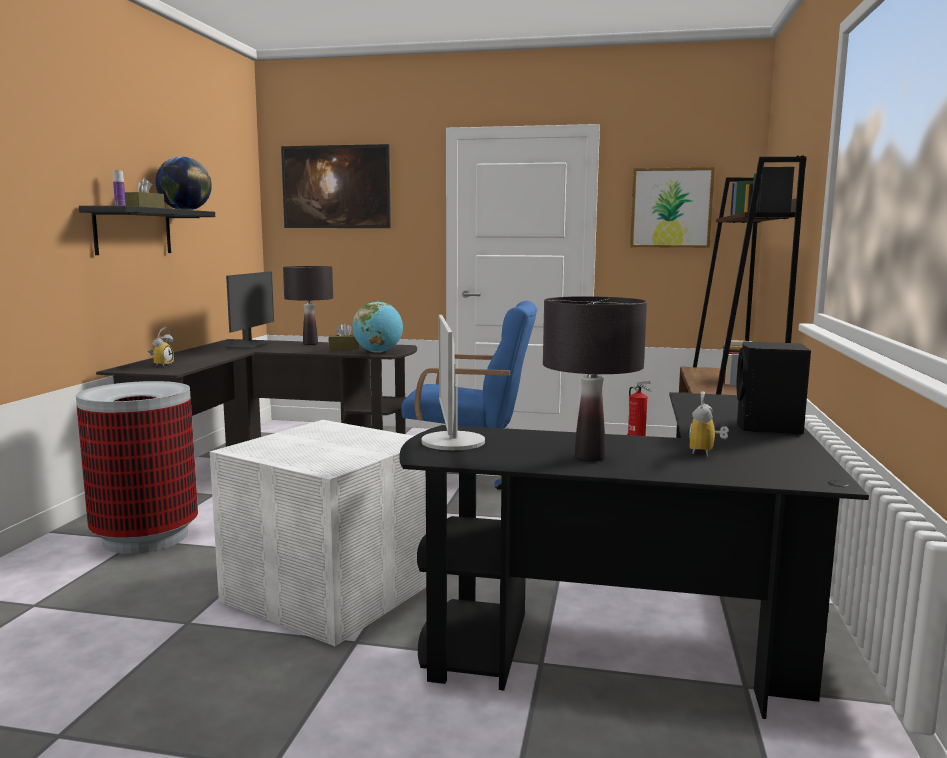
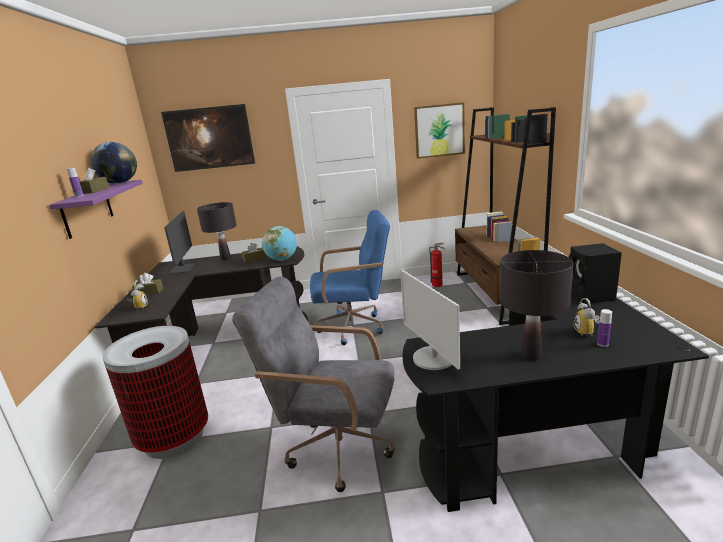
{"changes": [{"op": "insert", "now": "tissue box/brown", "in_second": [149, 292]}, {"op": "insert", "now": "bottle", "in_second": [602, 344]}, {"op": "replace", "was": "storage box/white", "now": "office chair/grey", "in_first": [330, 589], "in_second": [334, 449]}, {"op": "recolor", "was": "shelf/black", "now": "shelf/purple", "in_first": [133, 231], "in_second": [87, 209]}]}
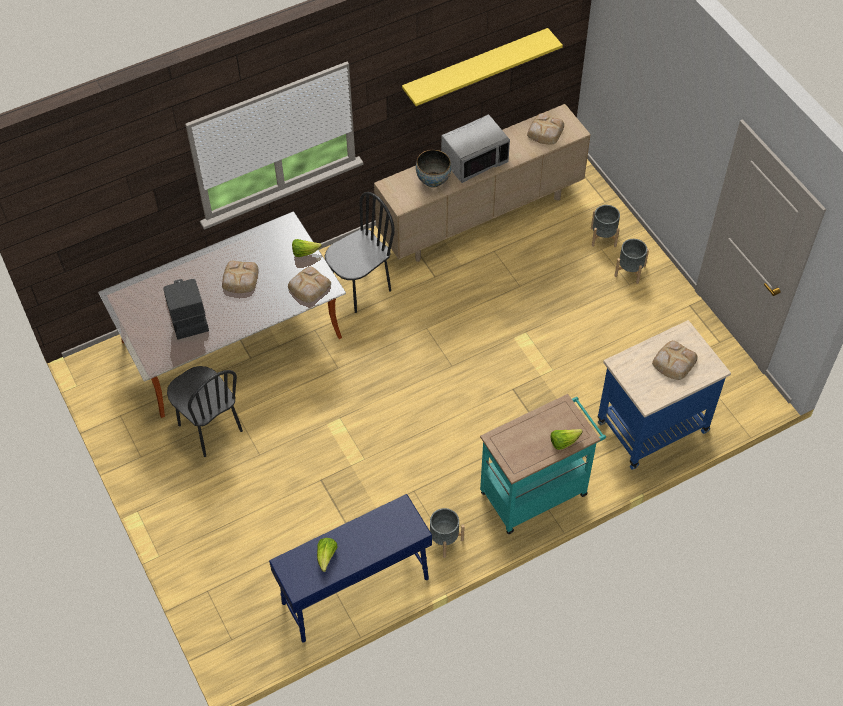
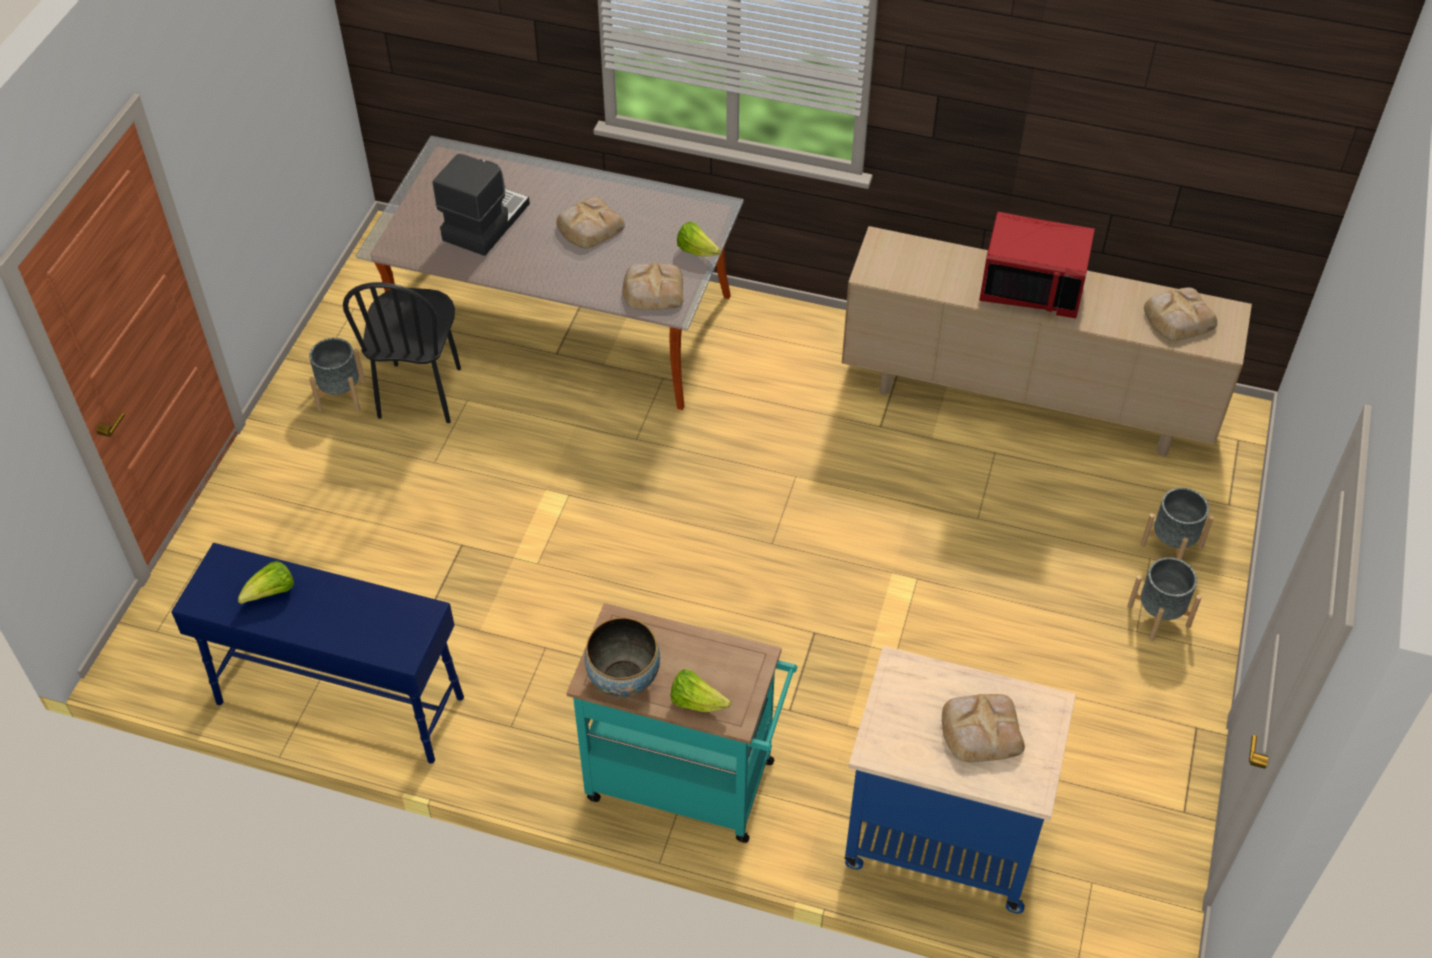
{"changes": [{"op": "delete", "was": "chair/black", "in_first": [360, 288]}, {"op": "delete", "was": "shelf/yellow", "in_first": [475, 66]}, {"op": "move", "was": "bowl", "in_first": [433, 180], "in_second": [623, 679]}, {"op": "move", "was": "planter/grey", "in_first": [444, 540], "in_second": [341, 395]}, {"op": "recolor", "was": "microwave/grey", "now": "microwave/red", "in_first": [474, 160], "in_second": [1032, 286]}]}
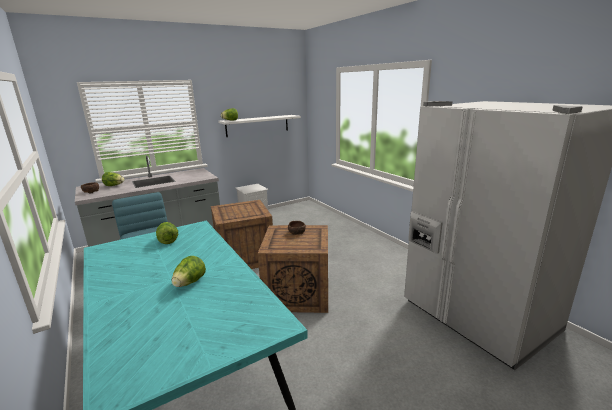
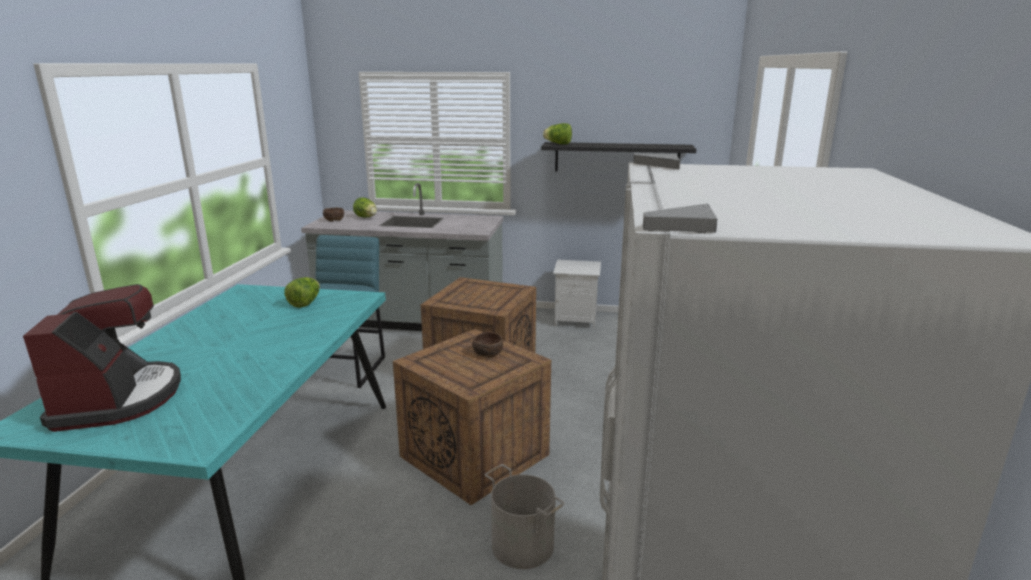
{"changes": [{"op": "delete", "was": "lettuce", "in_first": [189, 283]}, {"op": "insert", "now": "coffee machine", "in_second": [118, 399]}, {"op": "insert", "now": "bucket/grey", "in_second": [522, 546]}, {"op": "recolor", "was": "shelf/white", "now": "shelf/black", "in_first": [257, 125], "in_second": [616, 158]}]}
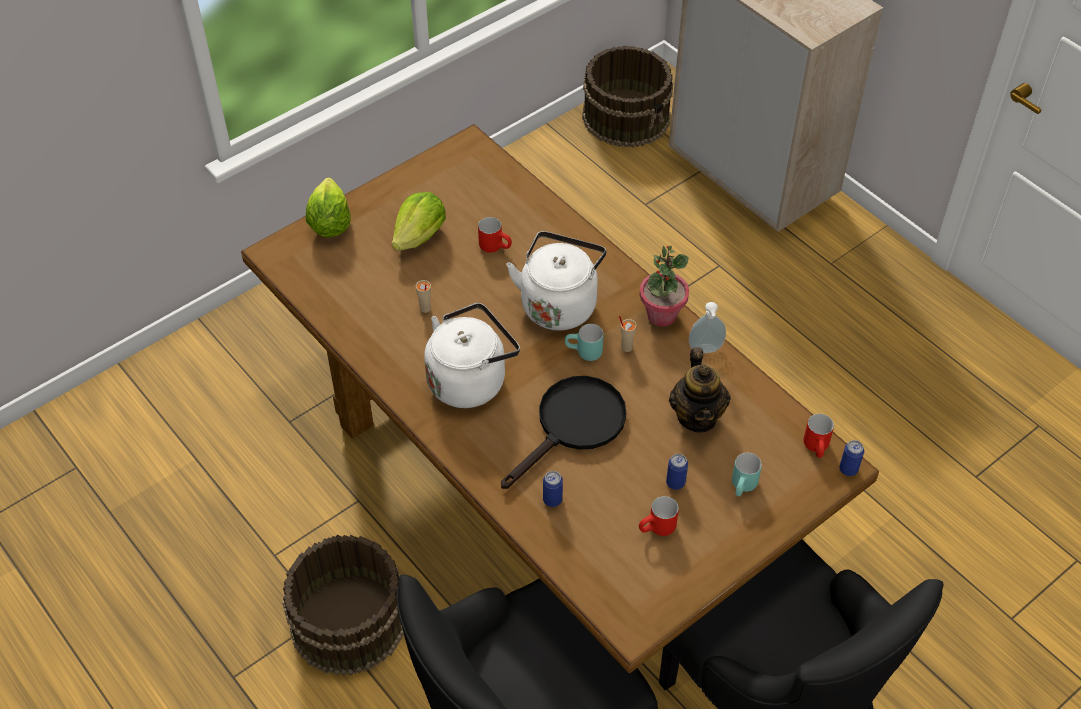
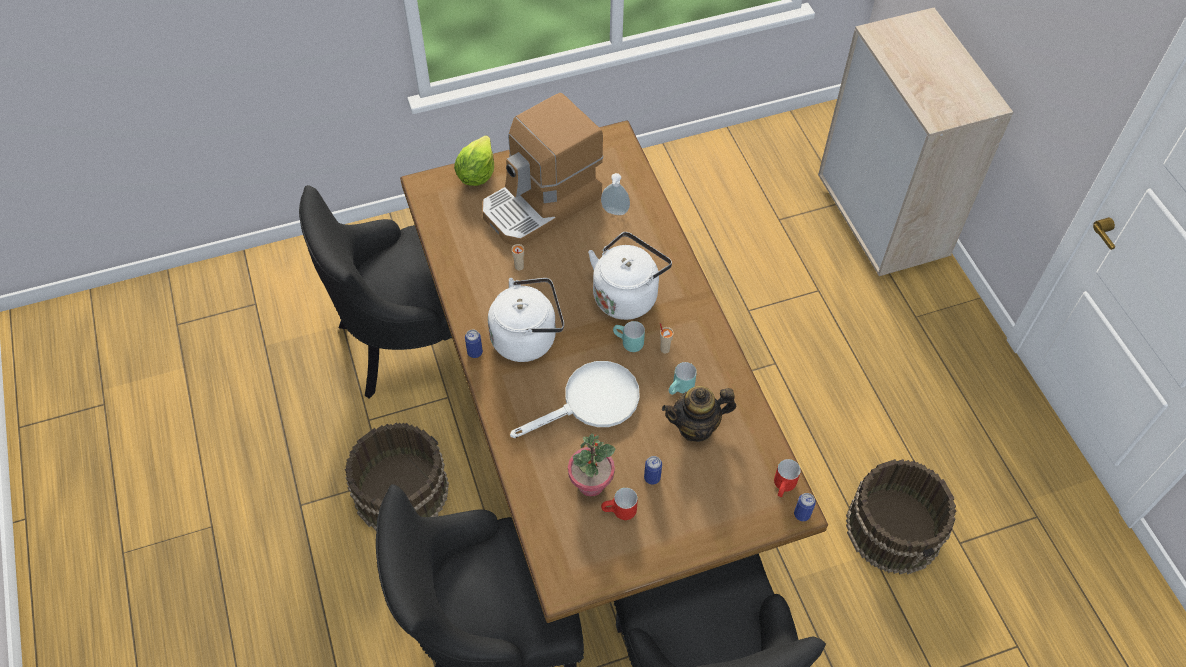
{"changes": [{"op": "delete", "was": "mug/red", "in_first": [496, 246]}, {"op": "insert", "now": "chair/black", "in_second": [414, 339]}, {"op": "move", "was": "can", "in_first": [552, 500], "in_second": [475, 352]}, {"op": "move", "was": "bucket/brown", "in_first": [627, 116], "in_second": [895, 528]}, {"op": "move", "was": "potted plant", "in_first": [661, 315], "in_second": [591, 483]}, {"op": "move", "was": "soap dispenser", "in_first": [705, 350], "in_second": [614, 212]}, {"op": "move", "was": "mug/turquoise", "in_first": [744, 487], "in_second": [681, 389]}, {"op": "replace", "was": "lettuce", "now": "coffee machine", "in_first": [420, 236], "in_second": [542, 204]}, {"op": "recolor", "was": "frying pan/black", "now": "frying pan/white", "in_first": [573, 426], "in_second": [591, 402]}, {"op": "rotate", "was": "teapot", "in_first": [697, 416], "in_second": [696, 427], "clockwise": 60}]}
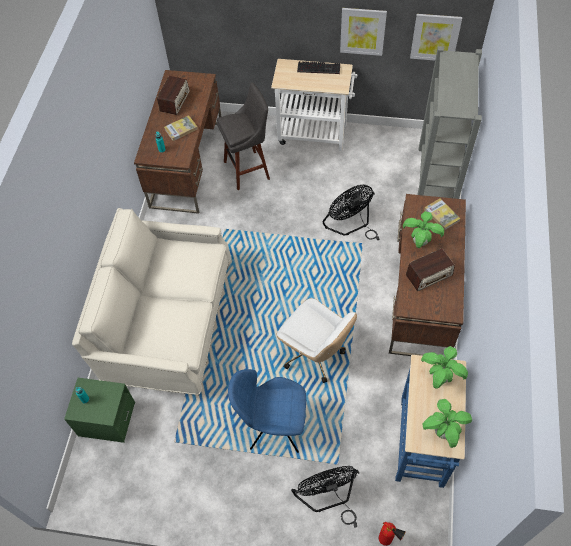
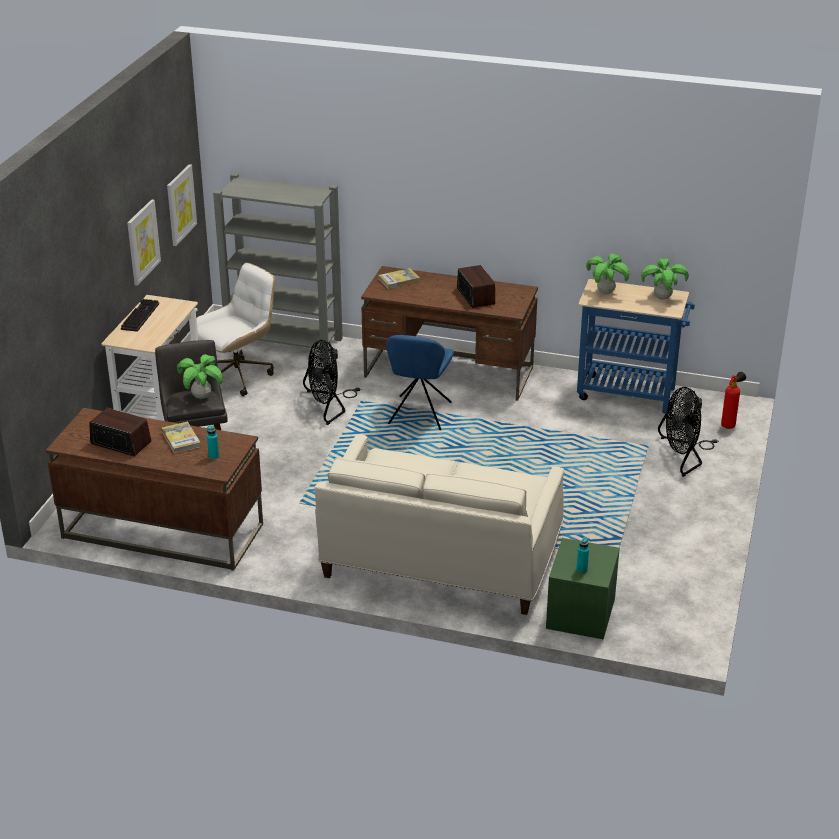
{"changes": [{"op": "move", "was": "chair/blue", "in_first": [273, 427], "in_second": [419, 415]}, {"op": "move", "was": "office chair/white", "in_first": [315, 356], "in_second": [239, 377]}, {"op": "move", "was": "potted plant", "in_first": [420, 242], "in_second": [202, 397]}]}
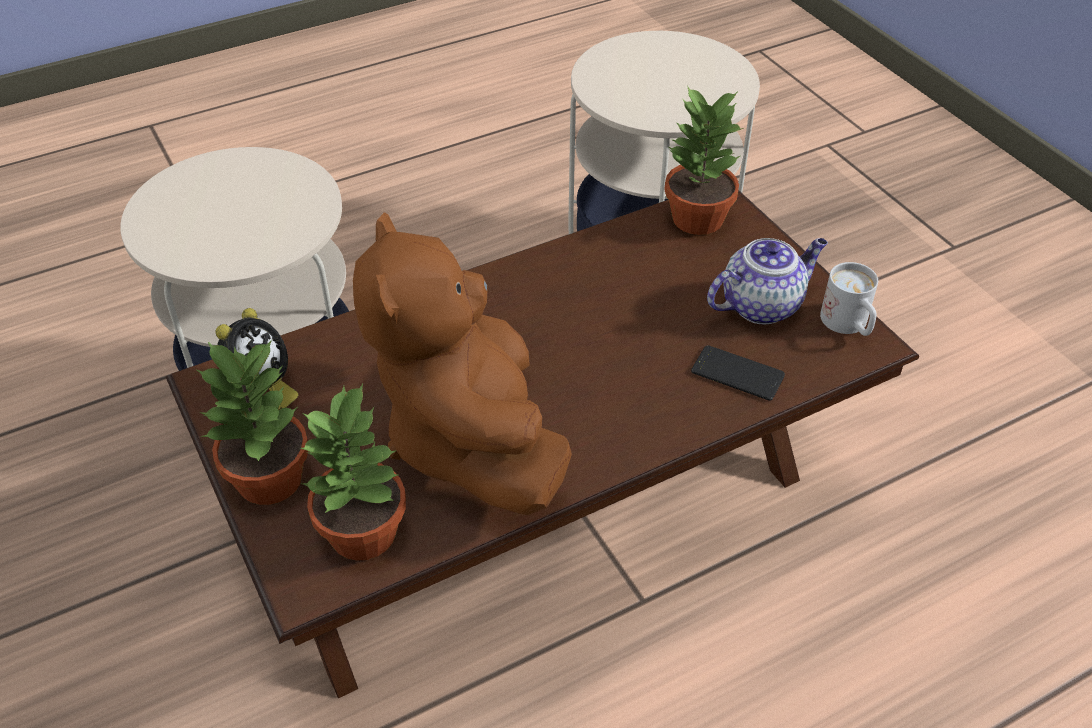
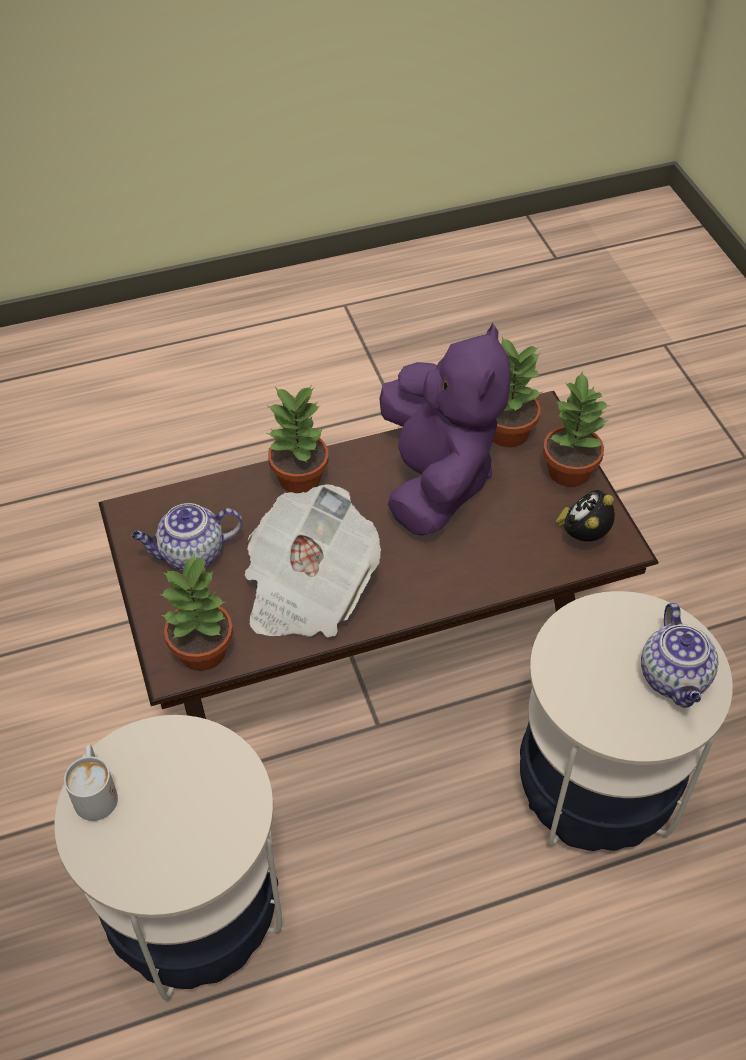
{"changes": [{"op": "delete", "was": "phone", "in_first": [737, 374]}, {"op": "insert", "now": "newspaper", "in_second": [307, 588]}, {"op": "insert", "now": "potted plant", "in_second": [300, 479]}, {"op": "insert", "now": "teapot", "in_second": [675, 678]}, {"op": "move", "was": "mug/white", "in_first": [848, 325], "in_second": [95, 791]}, {"op": "recolor", "was": "plush toy/brown", "now": "plush toy/purple", "in_first": [470, 439], "in_second": [436, 479]}]}
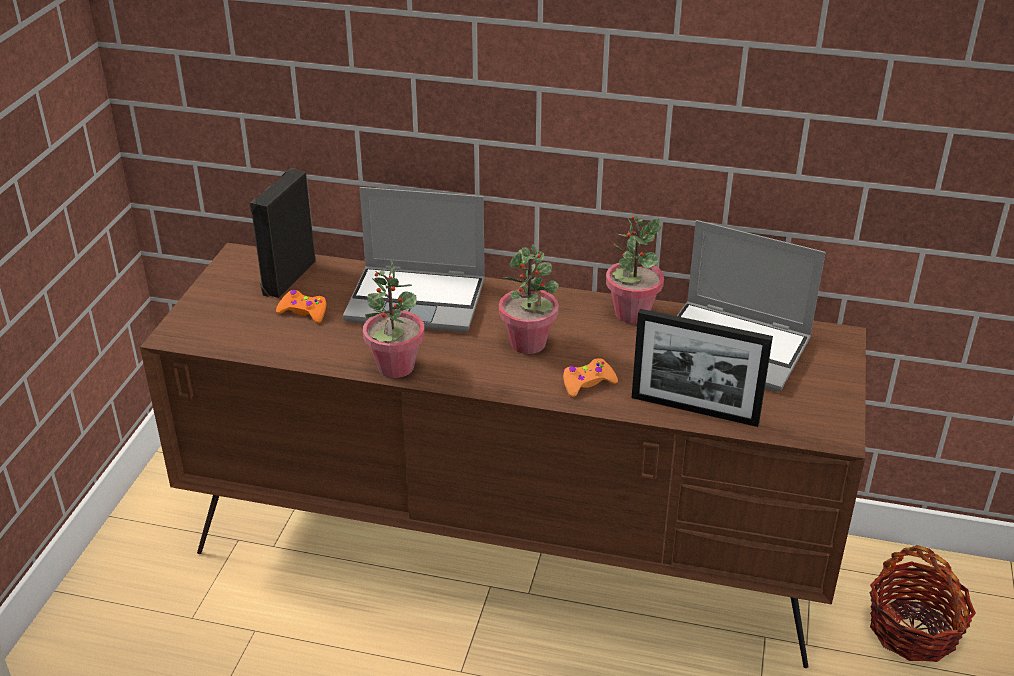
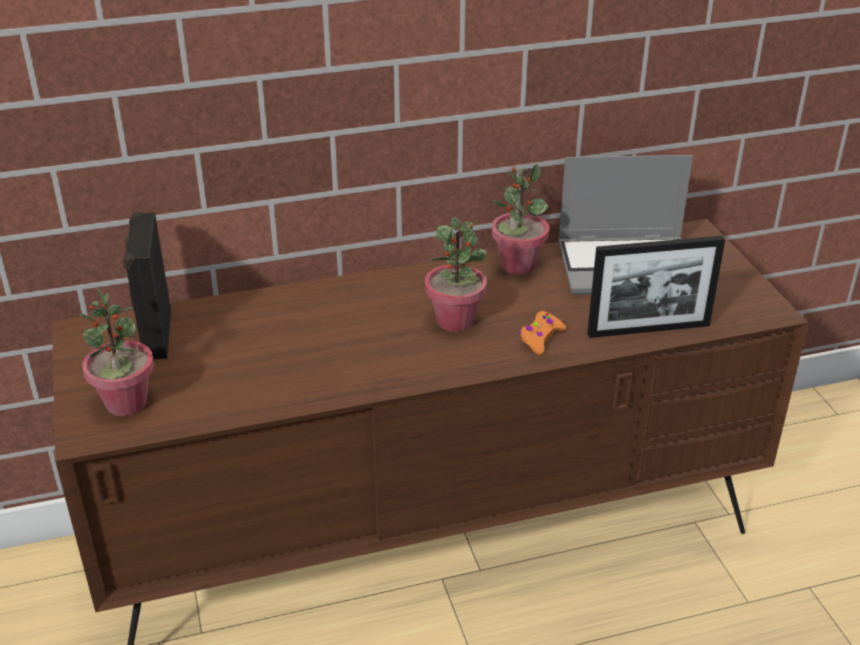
{"changes": [{"op": "delete", "was": "game controller/orange", "in_first": [303, 312]}, {"op": "delete", "was": "laptop", "in_first": [418, 300]}, {"op": "delete", "was": "basket", "in_first": [913, 630]}, {"op": "move", "was": "potted plant", "in_first": [395, 367], "in_second": [126, 403]}]}
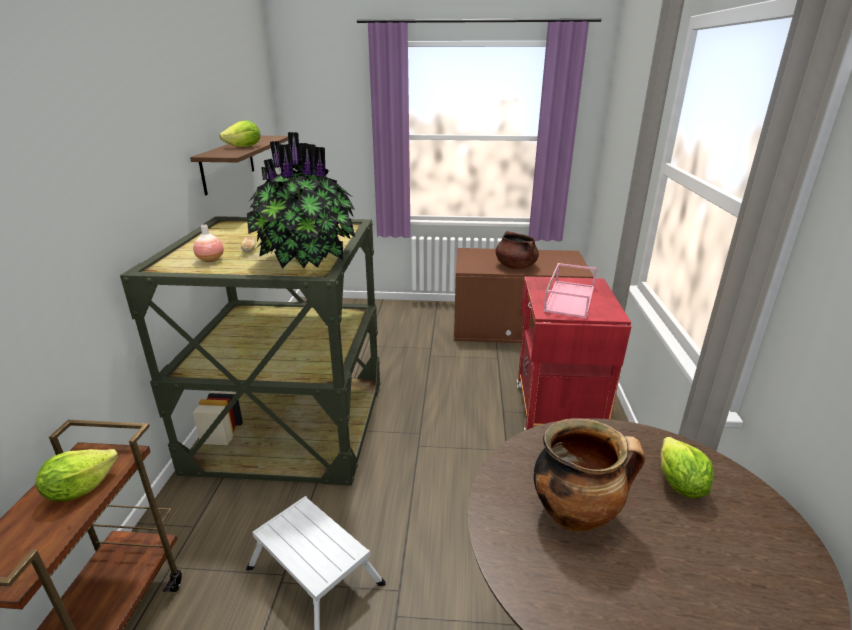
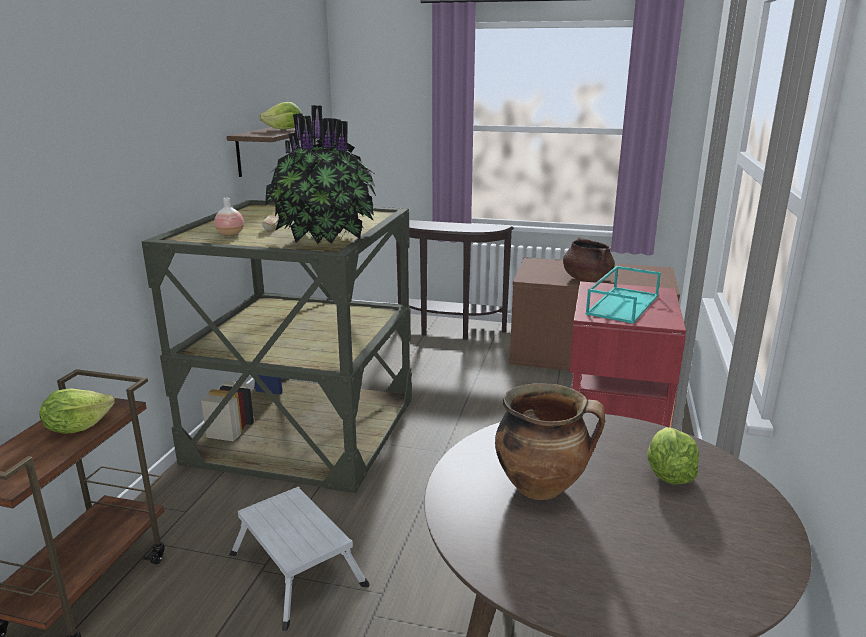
{"changes": [{"op": "insert", "now": "console table/brown", "in_second": [449, 331]}, {"op": "recolor", "was": "tray/pink", "now": "tray/turquoise", "in_first": [568, 298], "in_second": [622, 304]}]}
